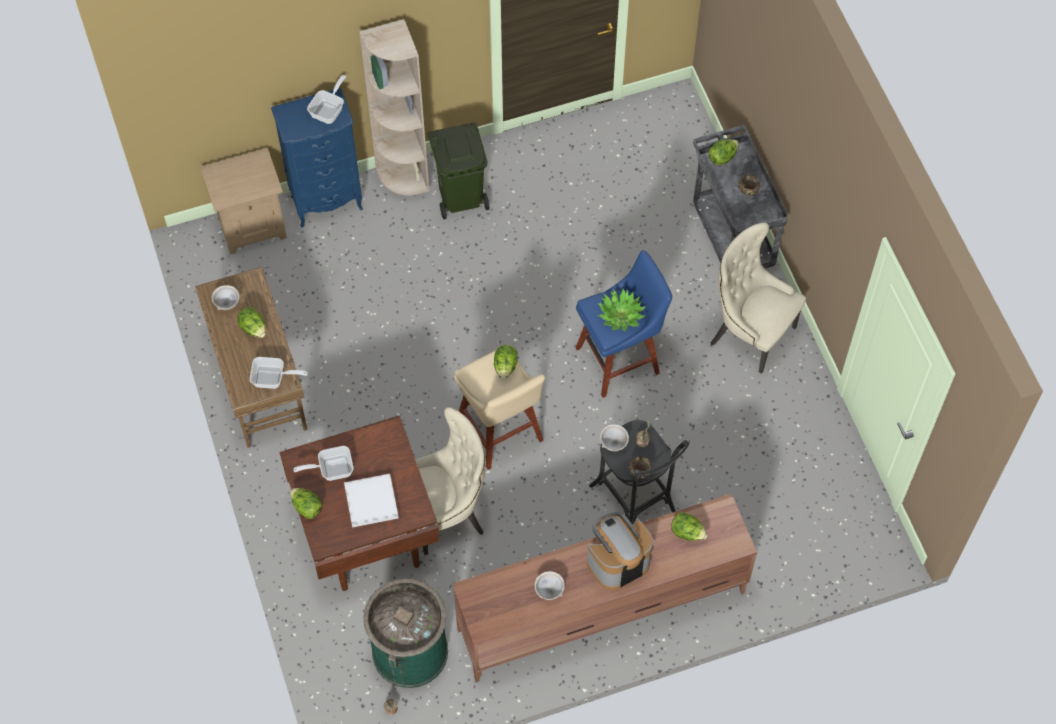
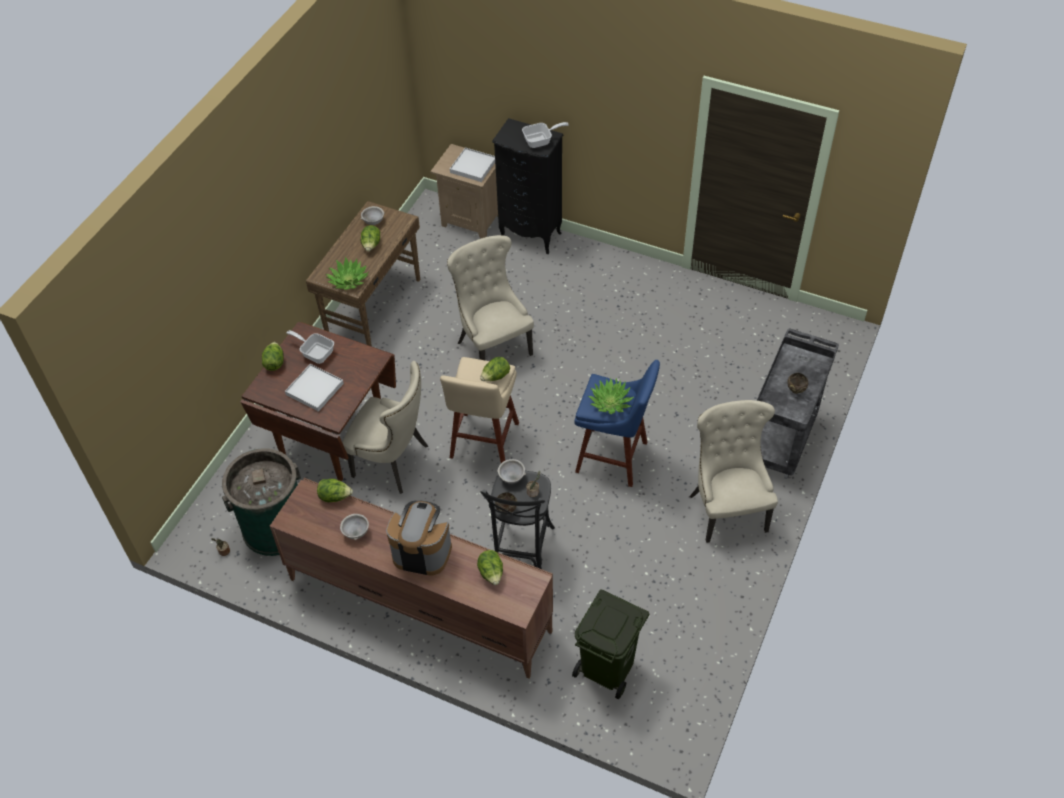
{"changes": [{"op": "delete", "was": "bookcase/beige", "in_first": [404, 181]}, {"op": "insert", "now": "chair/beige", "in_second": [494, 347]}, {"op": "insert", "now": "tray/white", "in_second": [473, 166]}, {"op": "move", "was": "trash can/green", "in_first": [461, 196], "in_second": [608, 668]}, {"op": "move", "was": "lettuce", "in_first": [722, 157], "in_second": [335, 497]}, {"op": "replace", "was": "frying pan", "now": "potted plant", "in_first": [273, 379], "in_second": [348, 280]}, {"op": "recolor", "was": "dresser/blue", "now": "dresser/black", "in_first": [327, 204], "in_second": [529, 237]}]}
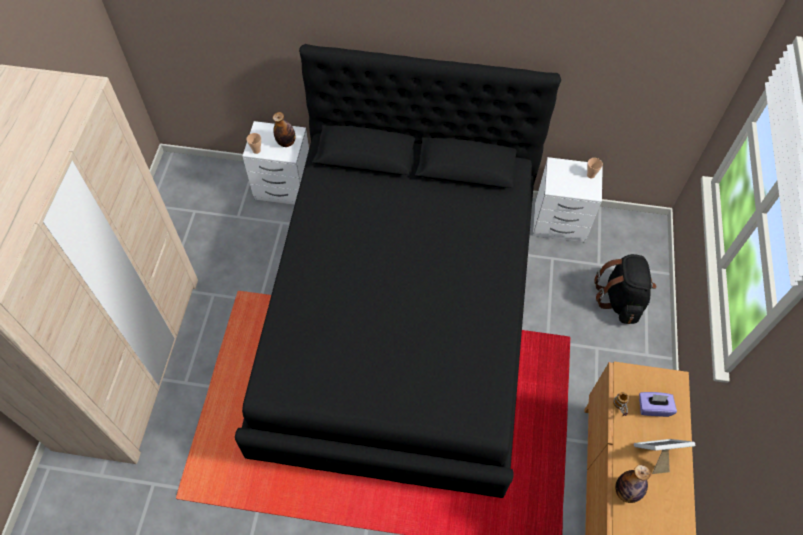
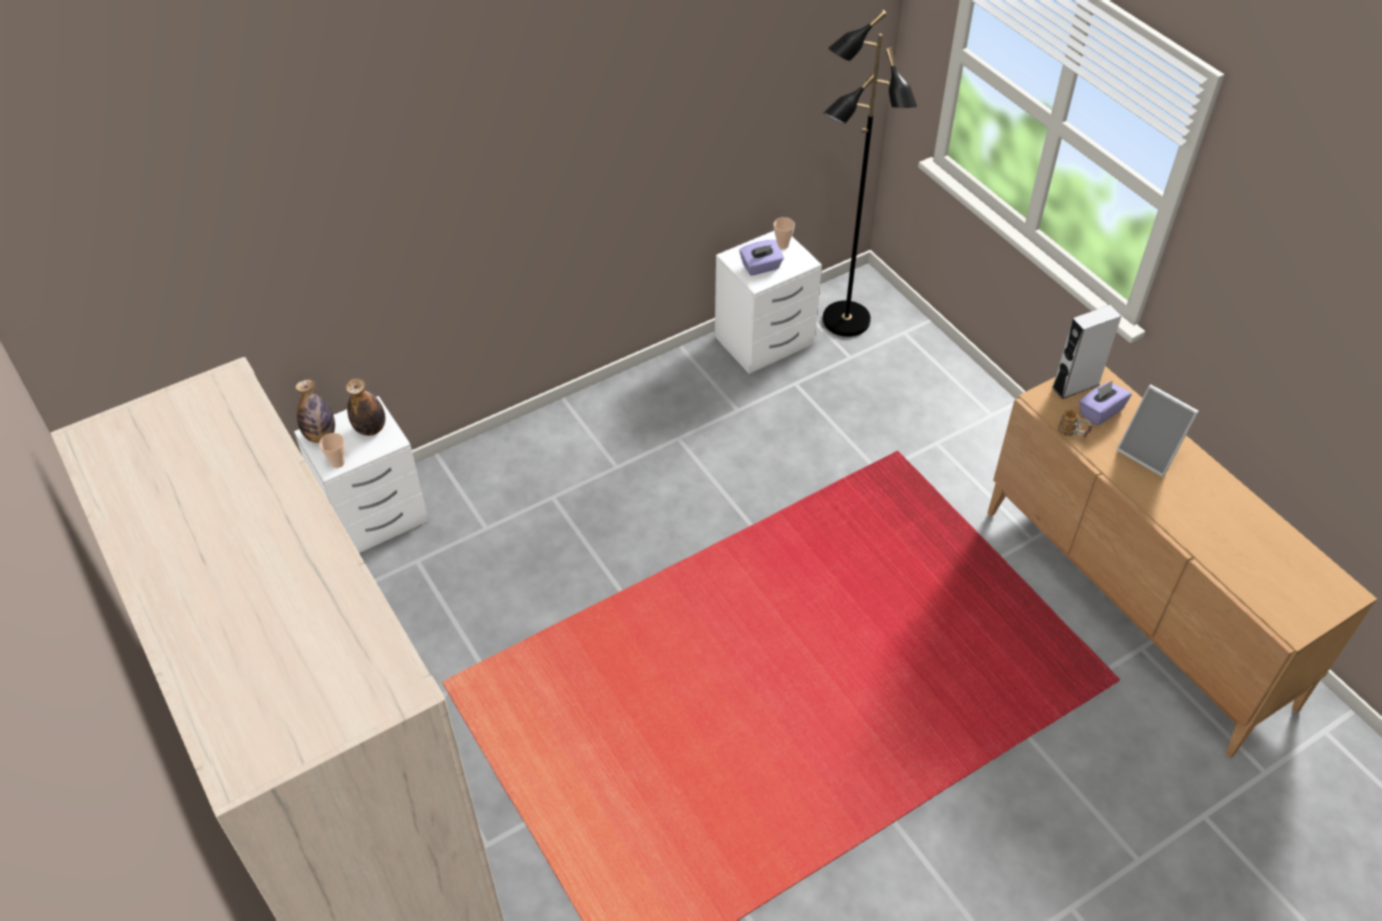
{"changes": [{"op": "delete", "was": "bed/black", "in_first": [401, 318]}, {"op": "delete", "was": "backpack/black", "in_first": [620, 299]}, {"op": "insert", "now": "tissue box/purple", "in_second": [761, 267]}, {"op": "insert", "now": "floor lamp/black", "in_second": [845, 321]}, {"op": "insert", "now": "speaker/grey", "in_second": [1075, 386]}, {"op": "move", "was": "bottle", "in_first": [626, 491], "in_second": [320, 435]}, {"op": "rotate", "was": "picture frame", "in_first": [655, 455], "in_second": [1149, 453], "clockwise": -90}]}
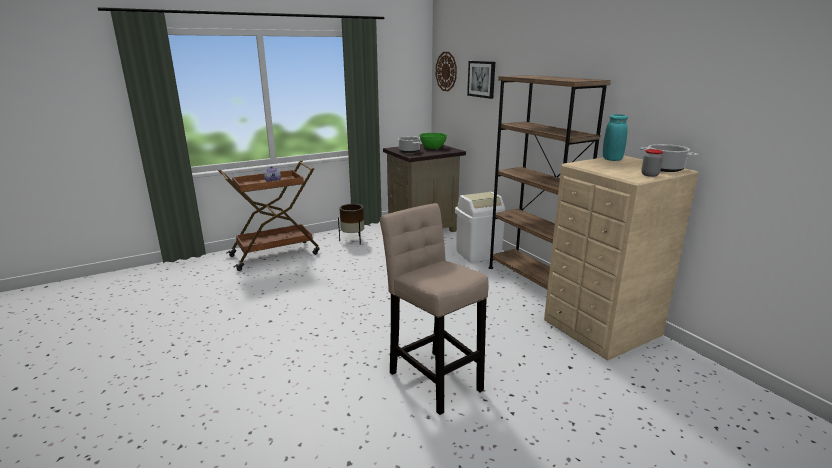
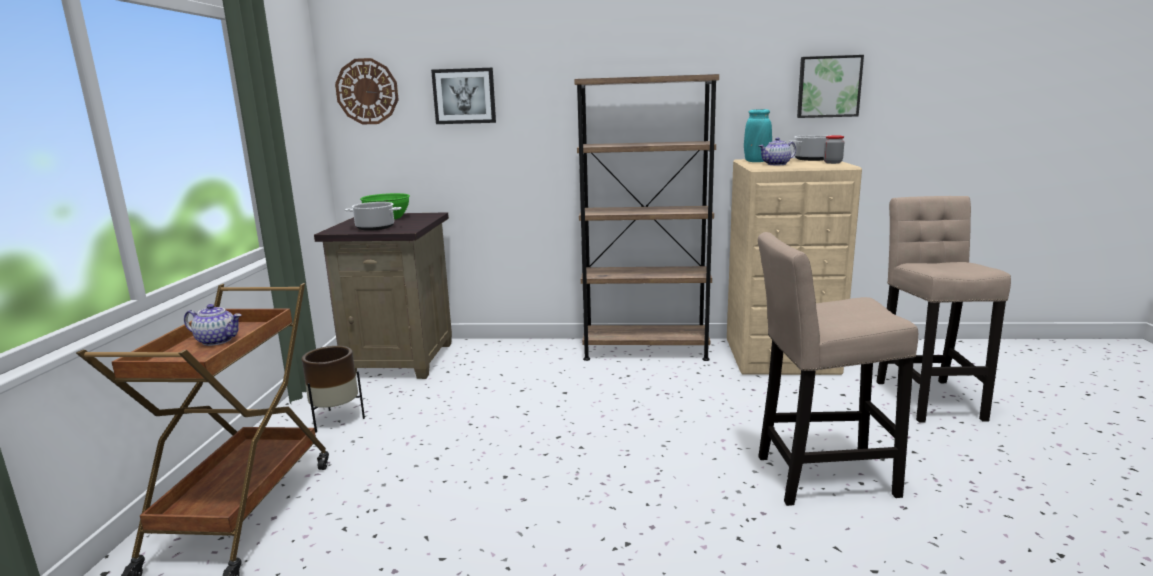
{"changes": [{"op": "delete", "was": "trash can/white", "in_first": [478, 254]}, {"op": "insert", "now": "teapot", "in_second": [776, 164]}, {"op": "insert", "now": "picture", "in_second": [828, 86]}, {"op": "insert", "now": "stool/beige", "in_second": [927, 397]}]}
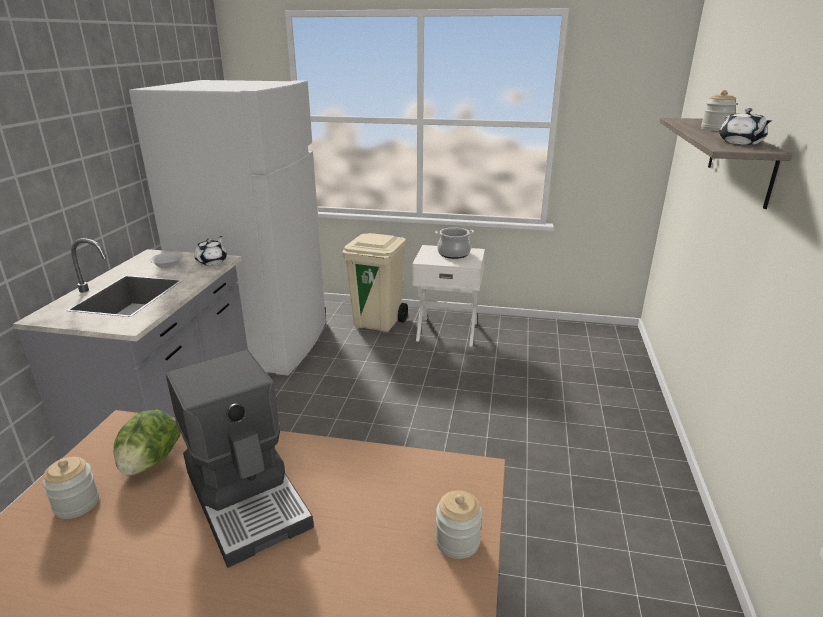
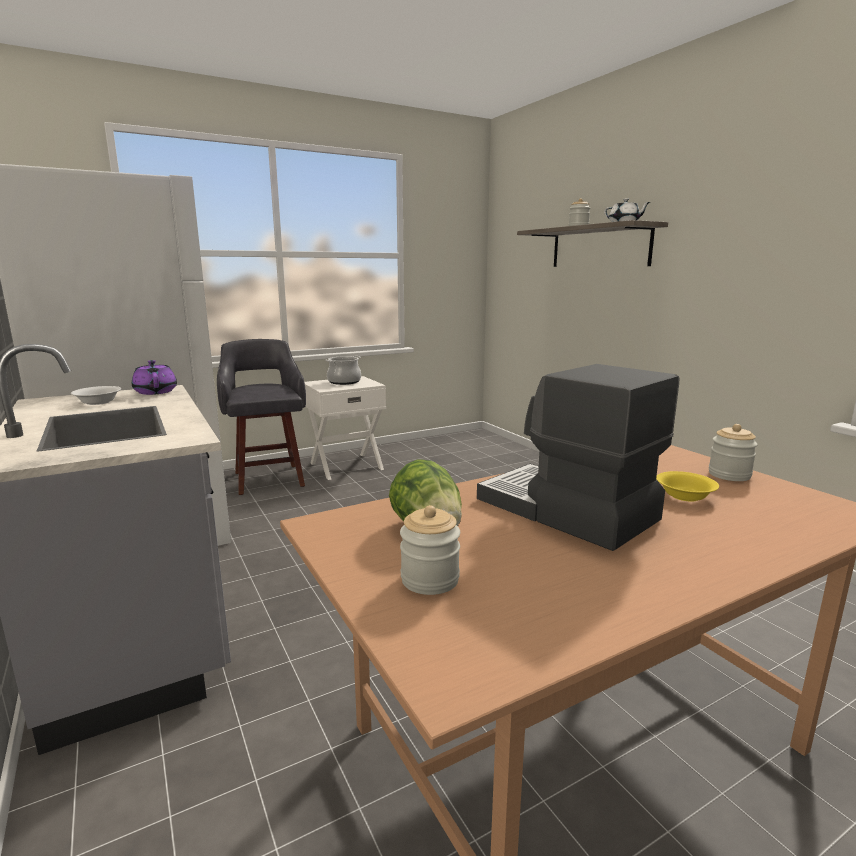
{"changes": [{"op": "insert", "now": "bowl/yellow", "in_second": [684, 496]}, {"op": "replace", "was": "trash can/beige", "now": "stool/grey", "in_first": [378, 323], "in_second": [269, 478]}, {"op": "recolor", "was": "teapot/white", "now": "teapot/purple", "in_first": [212, 261], "in_second": [156, 392]}, {"op": "rotate", "was": "coffee machine", "in_first": [248, 496], "in_second": [565, 510], "clockwise": -150}]}
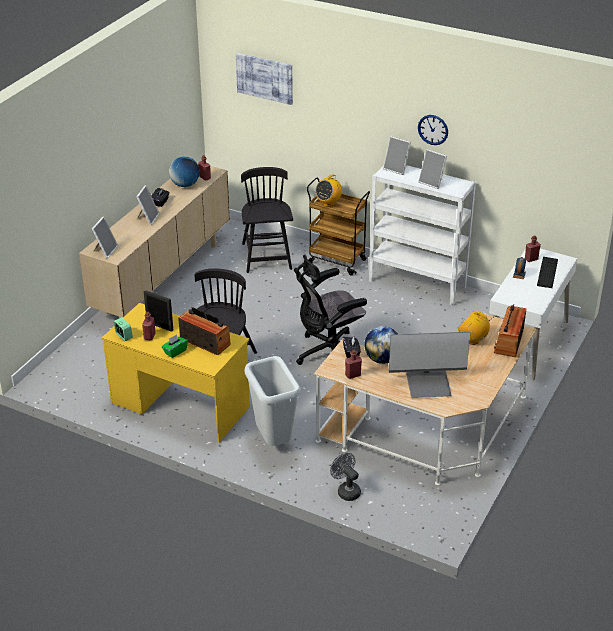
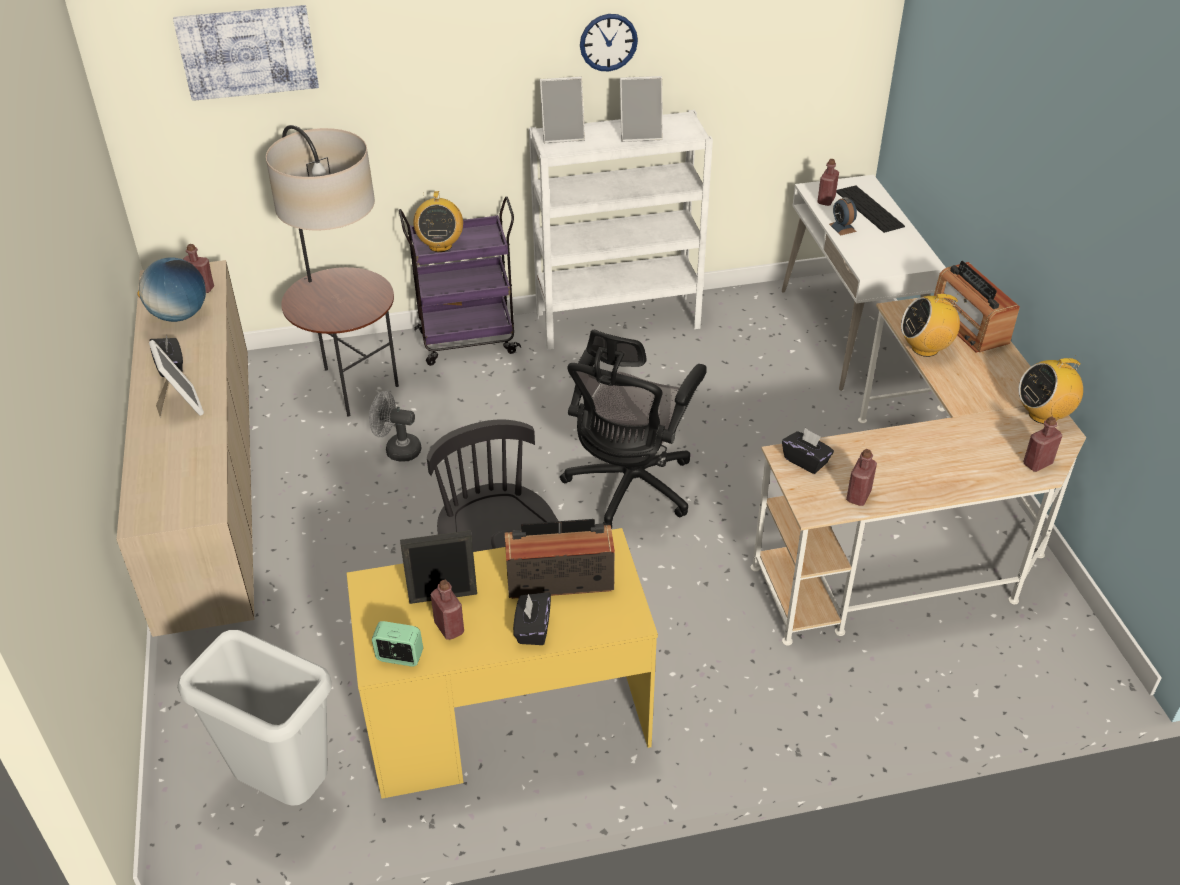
{"changes": [{"op": "delete", "was": "picture frame", "in_first": [105, 250]}, {"op": "delete", "was": "globe", "in_first": [382, 359]}, {"op": "delete", "was": "monitor", "in_first": [428, 384]}, {"op": "insert", "now": "radio", "in_second": [1043, 414]}, {"op": "insert", "now": "bottle/red", "in_second": [1037, 463]}, {"op": "move", "was": "trash can/grey", "in_first": [272, 441], "in_second": [283, 789]}, {"op": "move", "was": "fan/grey", "in_first": [346, 490], "in_second": [397, 450]}, {"op": "replace", "was": "chair/black", "now": "floor lamp", "in_first": [267, 257], "in_second": [352, 386]}, {"op": "recolor", "was": "tissue box/green", "now": "tissue box/black", "in_first": [175, 351], "in_second": [532, 629]}, {"op": "recolor", "was": "cart/brown", "now": "cart/purple", "in_first": [337, 261], "in_second": [468, 342]}]}
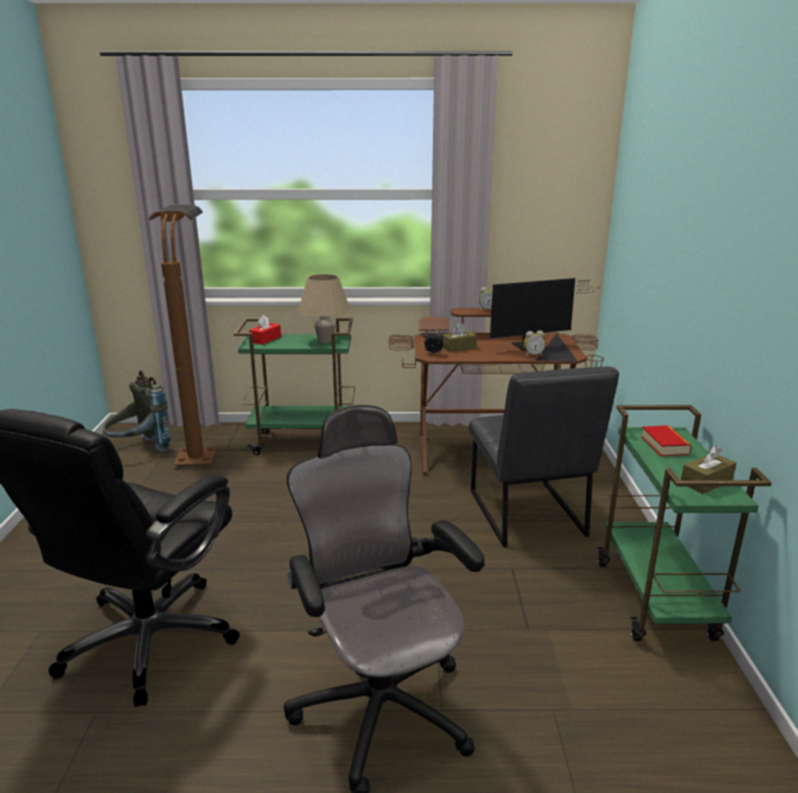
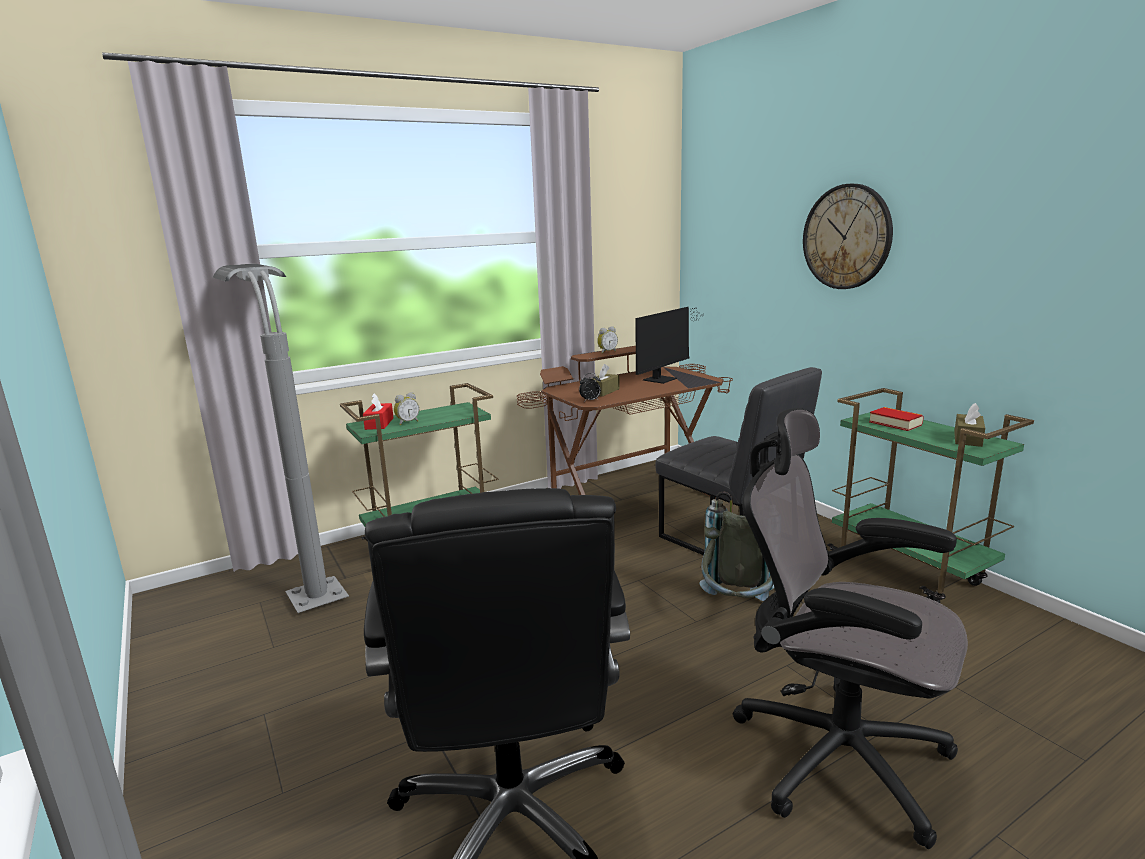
{"changes": [{"op": "delete", "was": "table lamp/beige", "in_first": [325, 341]}, {"op": "insert", "now": "wall clock", "in_second": [847, 237]}, {"op": "move", "was": "backpack/grey", "in_first": [140, 450], "in_second": [737, 609]}, {"op": "move", "was": "alarm clock", "in_first": [532, 355], "in_second": [407, 422]}, {"op": "recolor", "was": "floor lamp/brown", "now": "floor lamp/grey", "in_first": [200, 448], "in_second": [307, 585]}]}
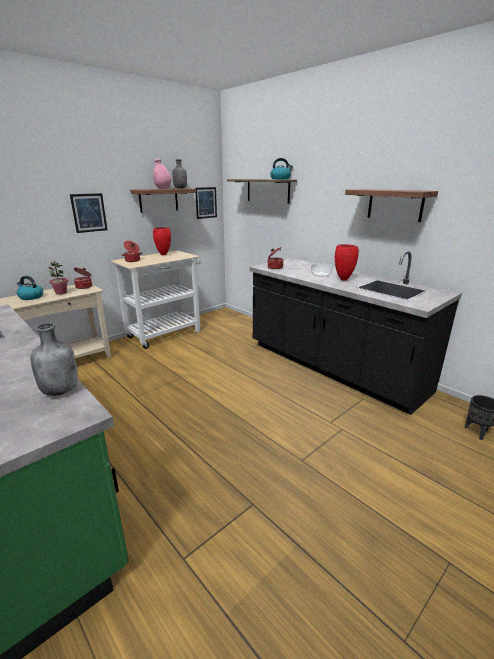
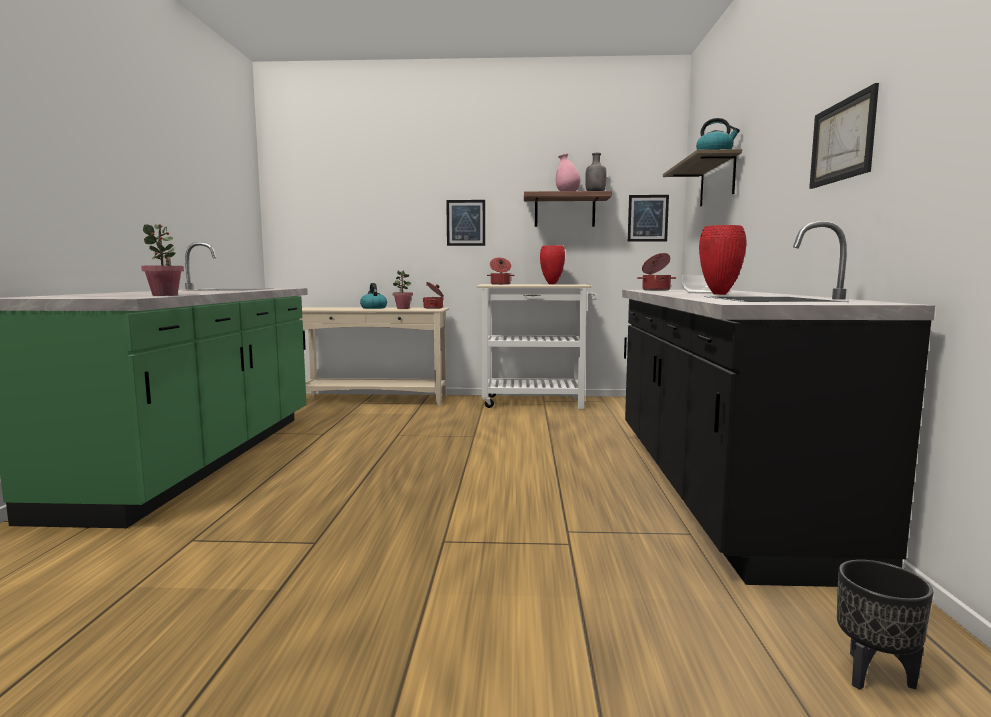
{"changes": [{"op": "replace", "was": "bottle/grey", "now": "potted plant", "in_first": [61, 390], "in_second": [165, 295]}, {"op": "replace", "was": "shelf", "now": "picture", "in_first": [395, 205], "in_second": [842, 141]}]}
